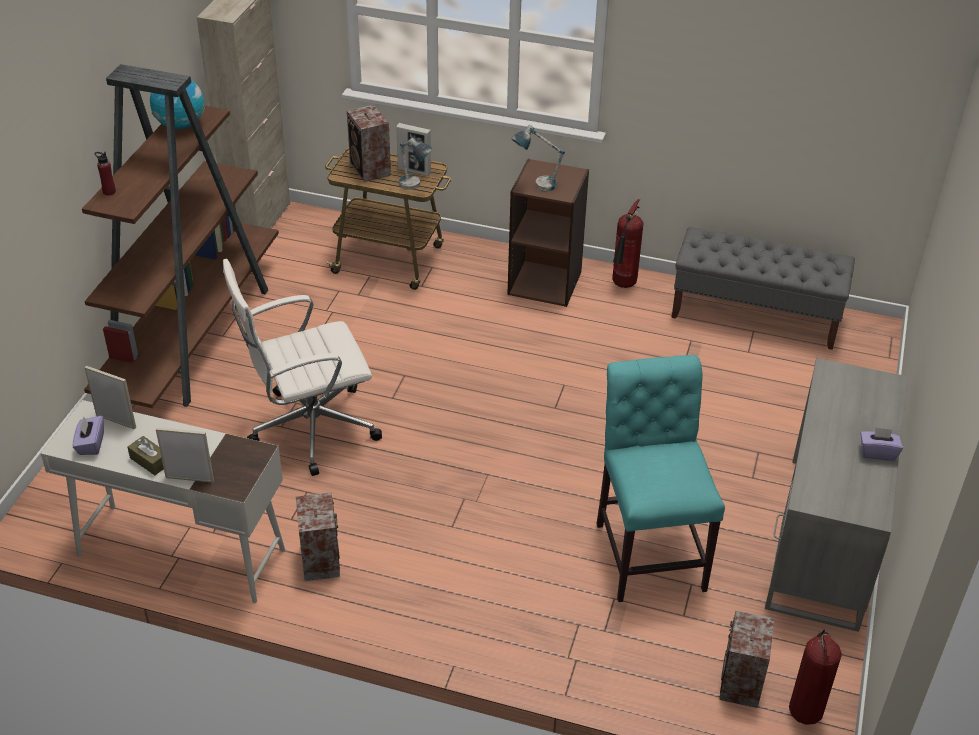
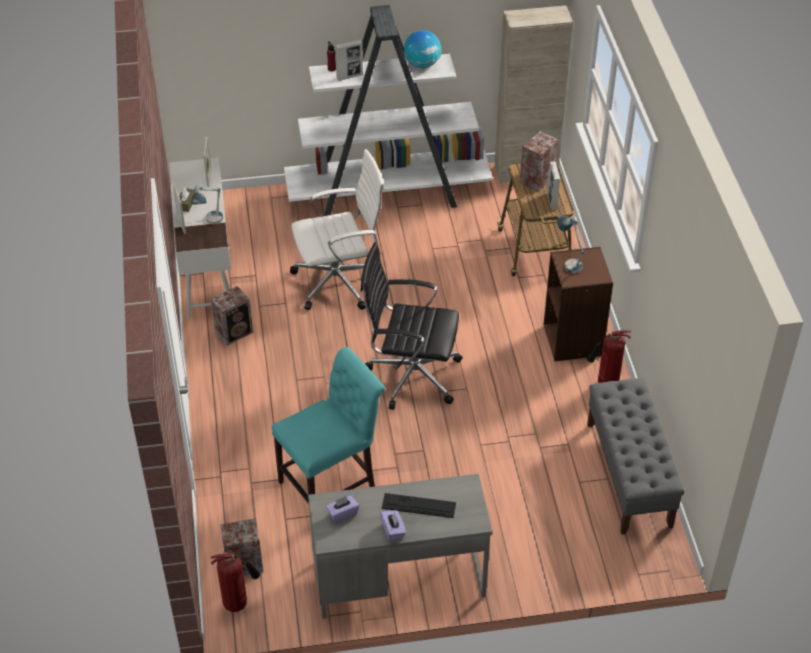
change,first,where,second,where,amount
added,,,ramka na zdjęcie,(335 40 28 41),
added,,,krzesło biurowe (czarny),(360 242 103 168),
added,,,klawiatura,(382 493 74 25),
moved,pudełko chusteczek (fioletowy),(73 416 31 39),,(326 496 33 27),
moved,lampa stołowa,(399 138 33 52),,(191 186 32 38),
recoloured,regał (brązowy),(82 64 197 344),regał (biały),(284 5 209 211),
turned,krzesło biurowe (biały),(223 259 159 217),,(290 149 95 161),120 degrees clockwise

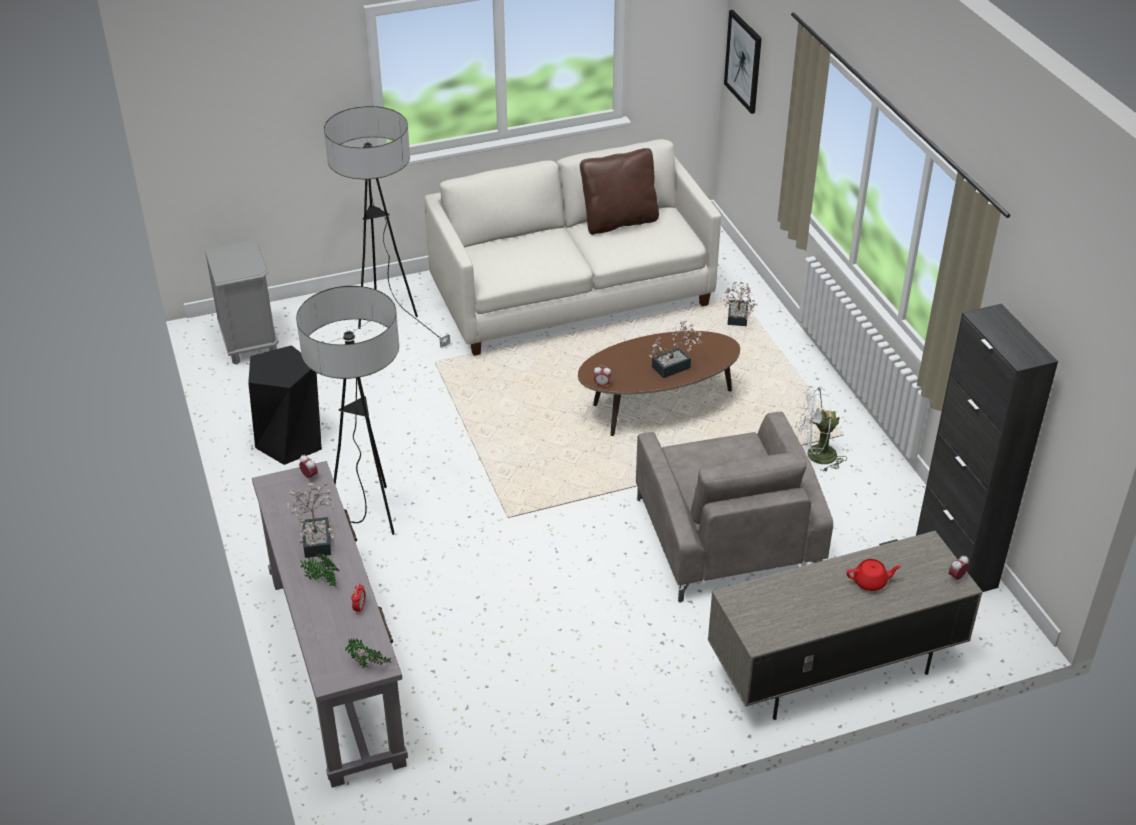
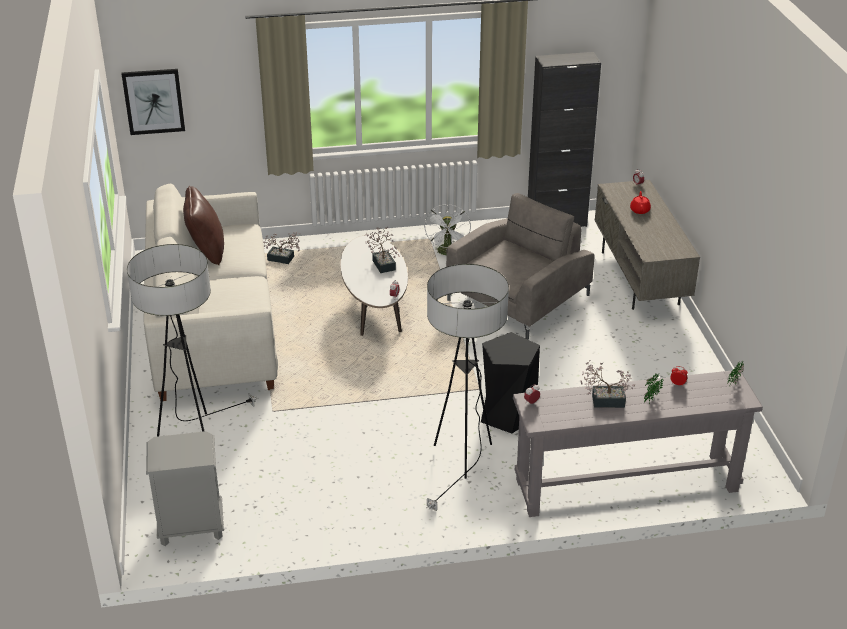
change,first,where,second,where,amount
moved,stołek (czarny),(248 345 74 120),,(481 332 59 102),
recoloured,ława (brązowy),(578 331 162 105),ława (biały),(340 235 68 101),
turned,fotel (szary),(636 412 197 191),,(446 193 149 147),45 degrees counterclockwise

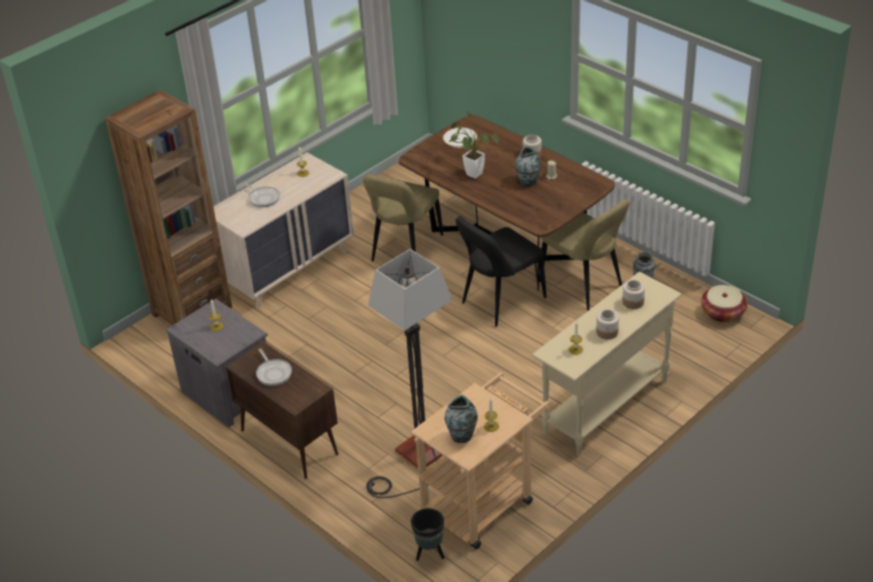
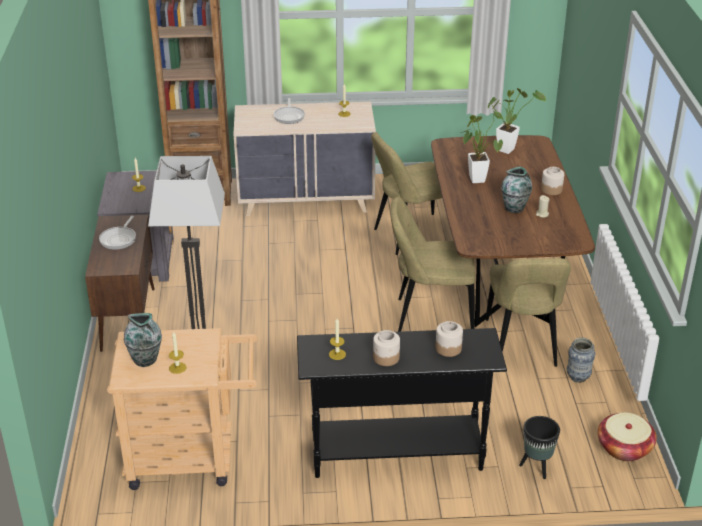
change,first,where,second,where,amount
moved,donica (czarny),(411 508 33 53),,(519 416 41 63),
replaced,talerz (biały),(442 127 36 21),roślina doniczkowa,(488 88 58 66),
recoloured,krzesło (czarny),(455 216 91 111),krzesło (beżowy),(391 197 84 135),
recoloured,stolik konsolowy (beżowy),(532 272 150 184),stolik konsolowy (czarny),(297 328 210 150),

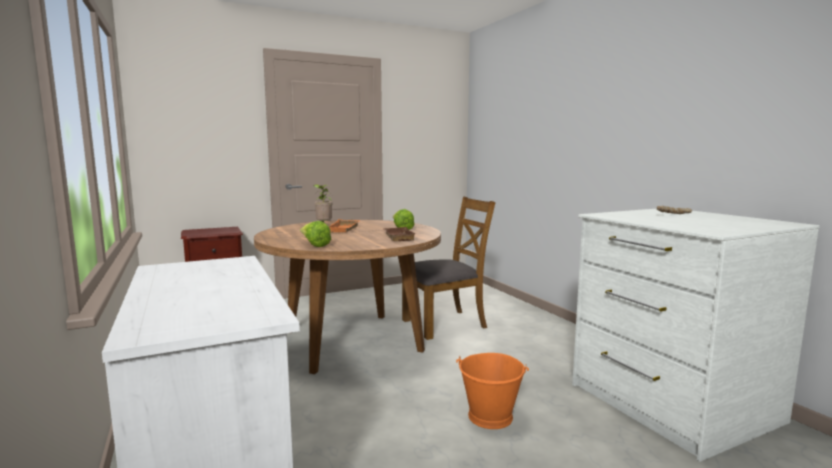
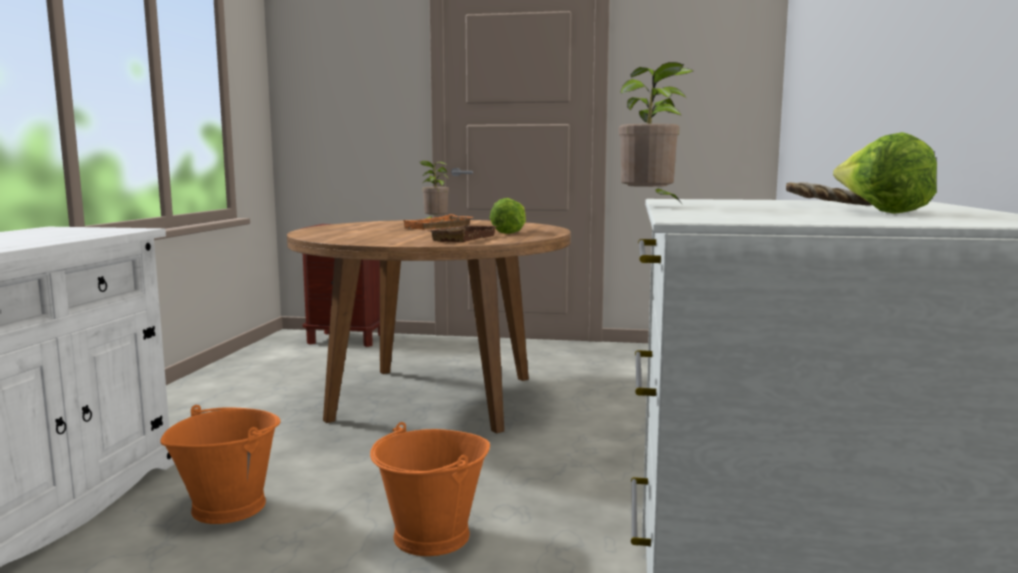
change,first,where,second,where,amount
removed,krzesło (brązowy),(402 196 94 144),,,
added,,,wiadro (pomarańczowy),(160 405 120 119),
added,,,roślina doniczkowa,(619 62 74 139),
moved,sałata,(300 221 31 26),,(833 132 104 82),

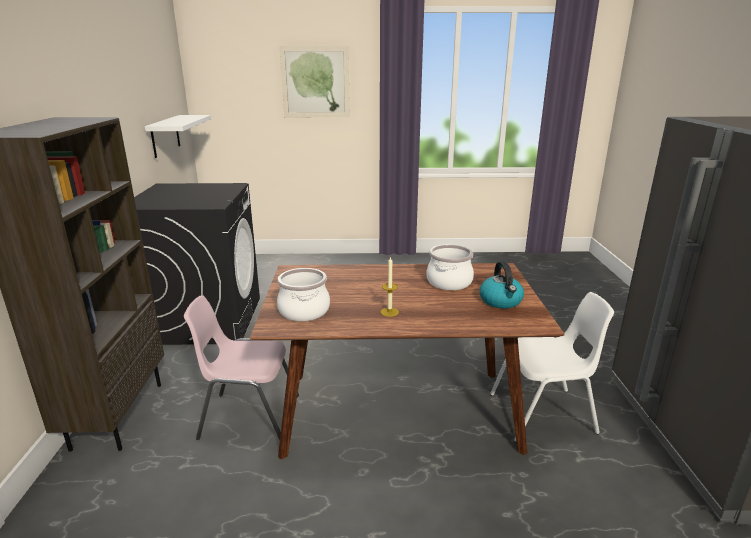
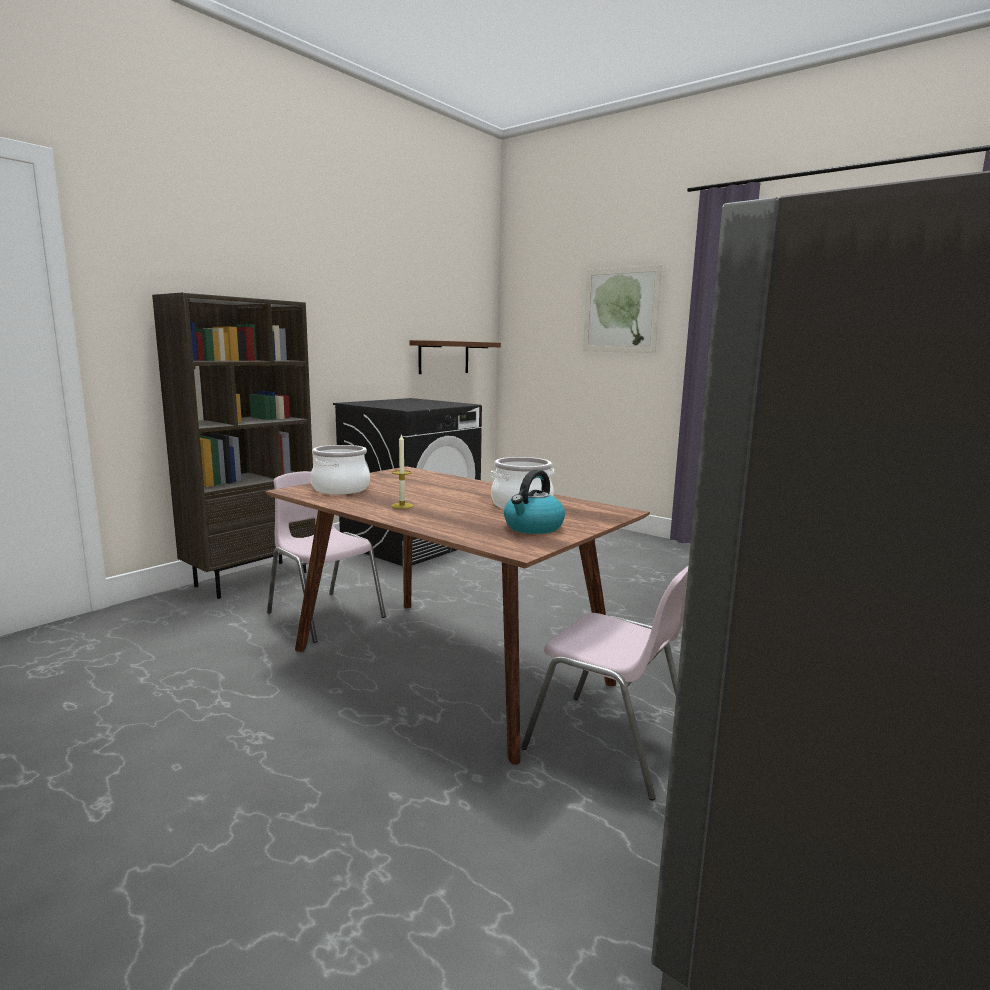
change,first,where,second,where,amount
recoloured,półka (biały),(145 115 66 43),półka (brązowy),(410 340 91 34),
recoloured,krzesło (biały),(490 292 124 151),krzesło (różowy),(521 565 168 235),

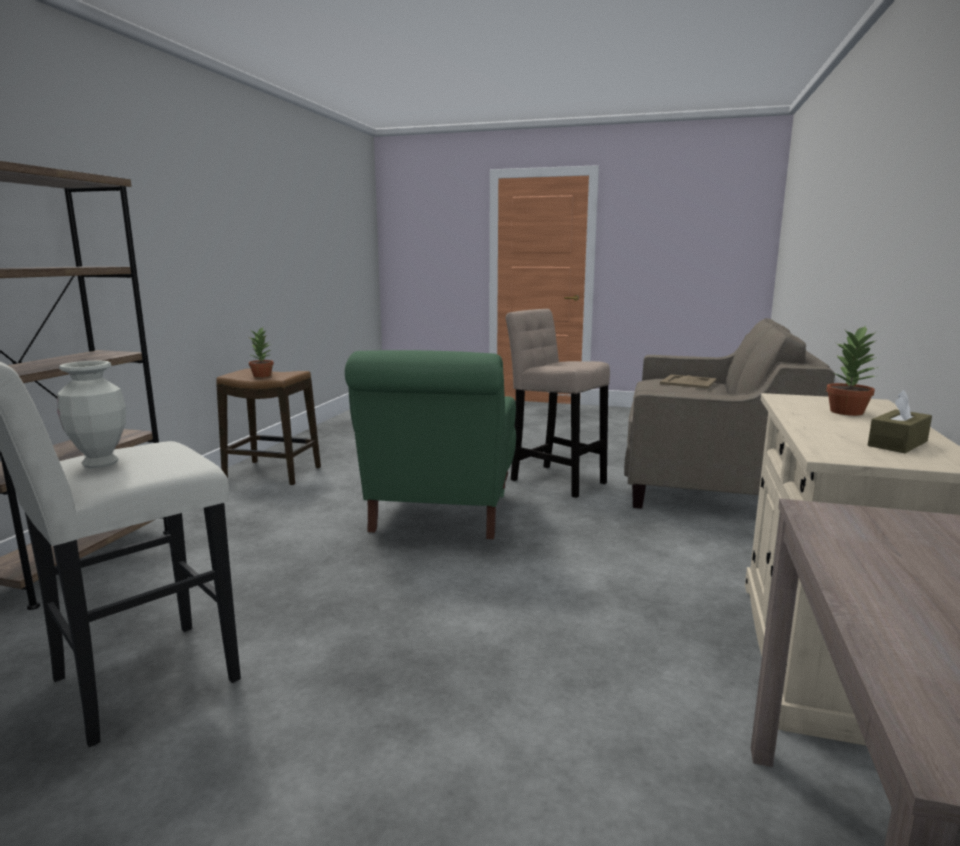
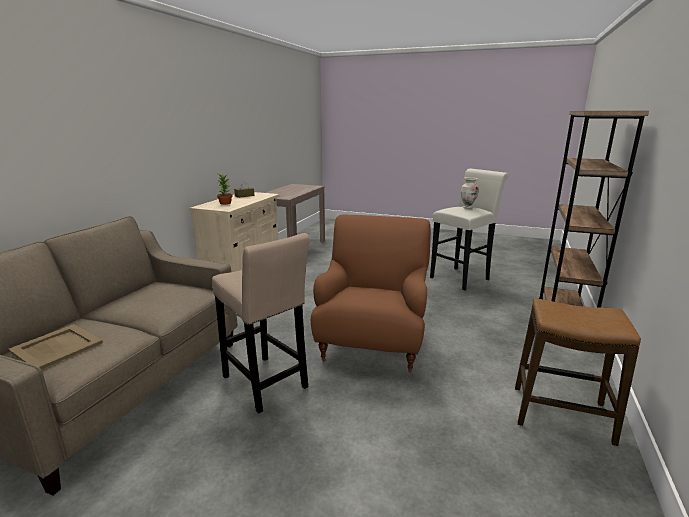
change,first,where,second,where,amount
removed,roślina doniczkowa,(249 327 25 51),,,
recoloured,fotel (zielony),(345 350 171 189),fotel (brązowy),(311 215 120 158),

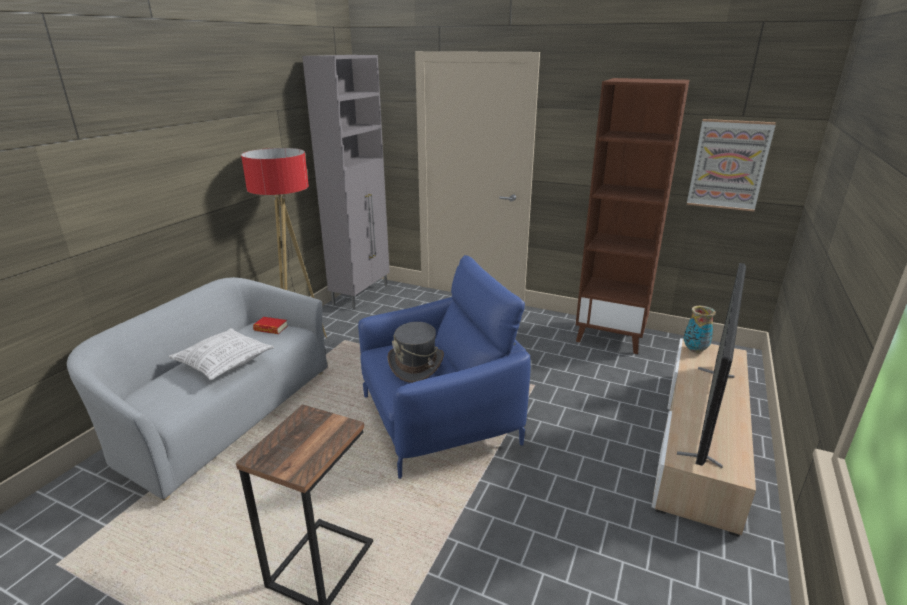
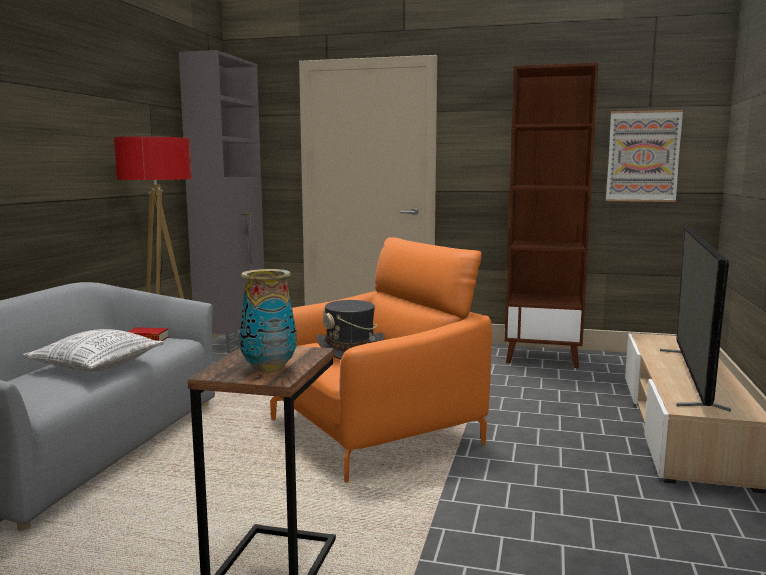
change,first,where,second,where,amount
moved,wazon,(684 306 32 47),,(239 269 57 104),
recoloured,fotel (niebieski),(358 255 173 224),fotel (pomarańczowy),(270 237 222 246),

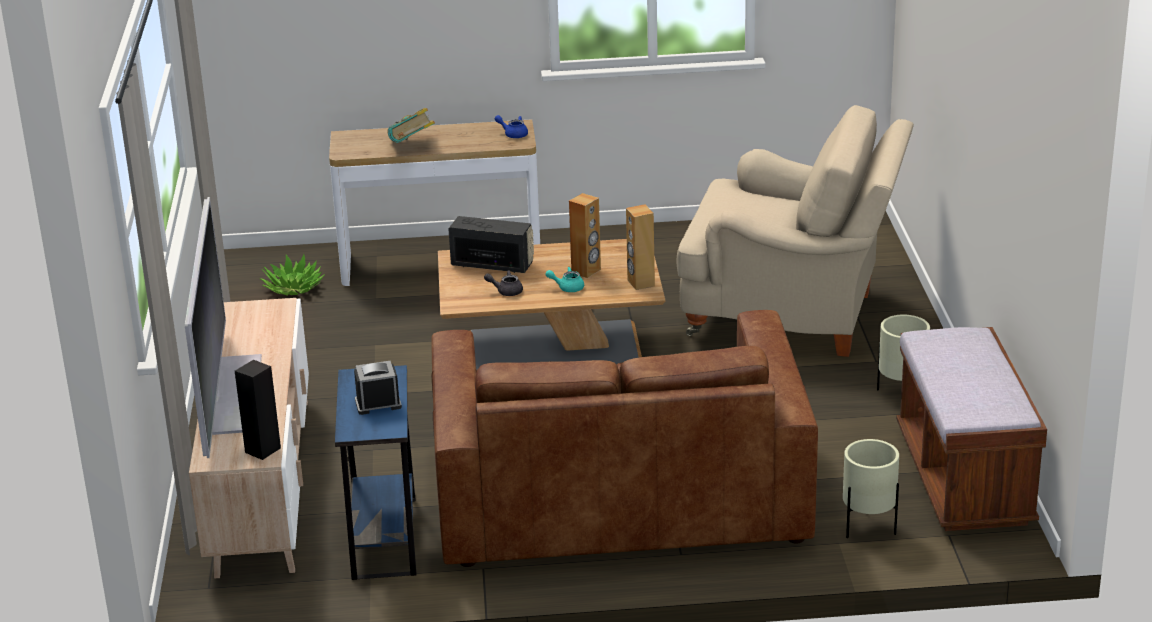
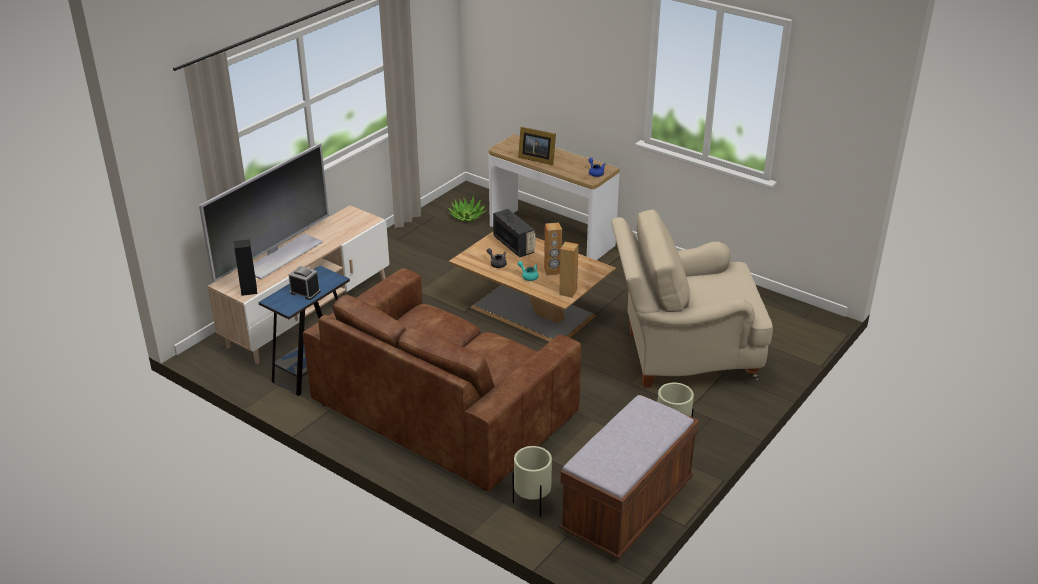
change,first,where,second,where,amount
replaced,książka,(388 108 47 35),ramka na zdjęcie,(518 127 38 38),
turned,fotel (beżowy),(676 105 238 252),,(611 209 162 179),120 degrees clockwise

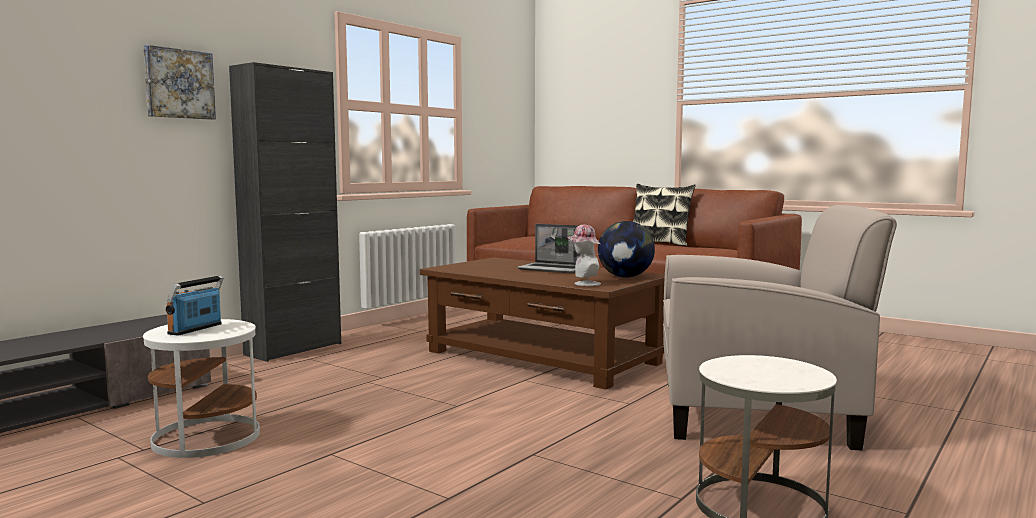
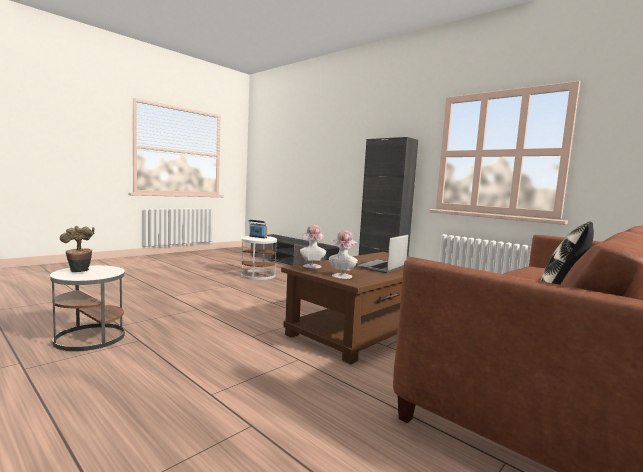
change,first,where,second,where,amount
removed,obraz,(143 45 73 75),,,
removed,fotel (beżowy),(663 205 234 246),,,
added,,,roślina doniczkowa,(60 226 35 46),
replaced,globus,(598 221 57 57),kapelusz,(329 230 29 49),

